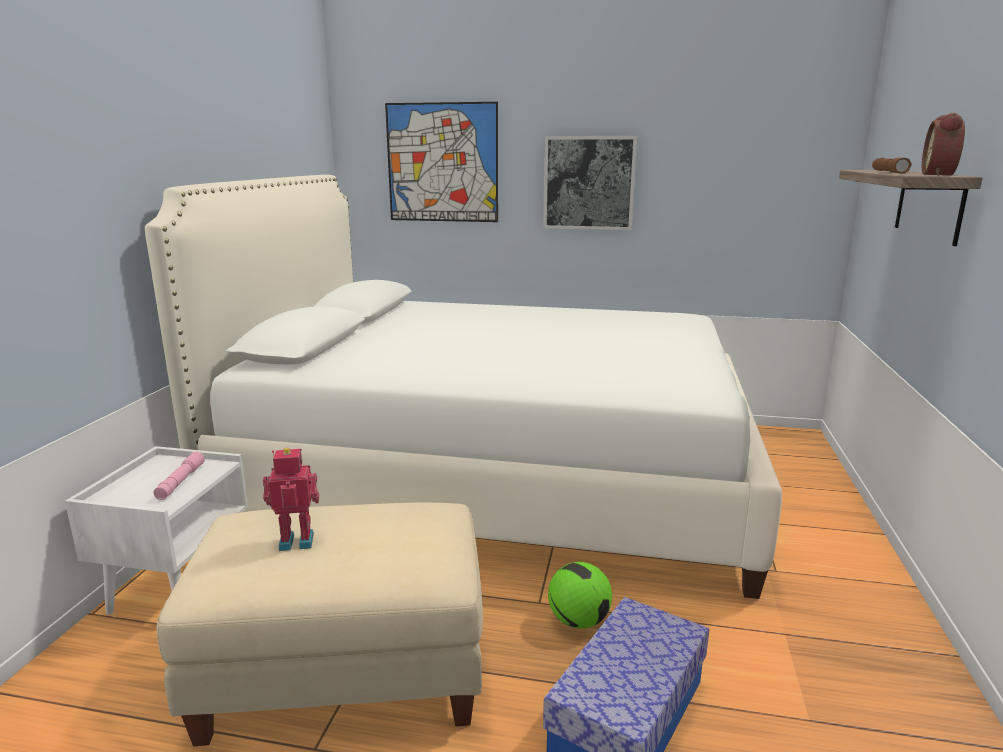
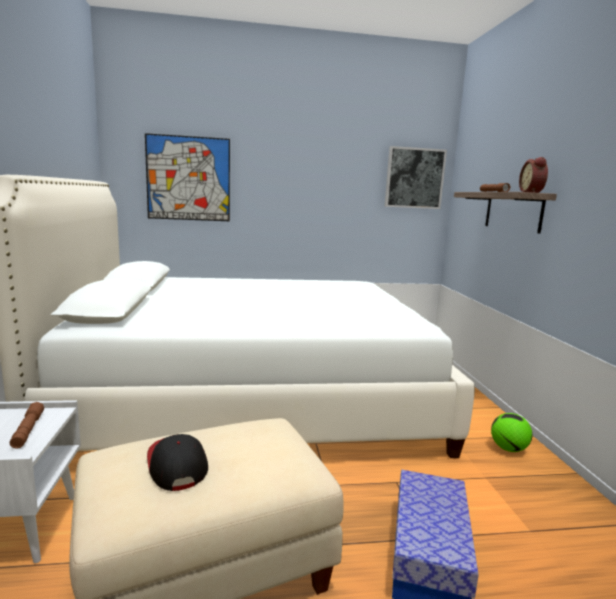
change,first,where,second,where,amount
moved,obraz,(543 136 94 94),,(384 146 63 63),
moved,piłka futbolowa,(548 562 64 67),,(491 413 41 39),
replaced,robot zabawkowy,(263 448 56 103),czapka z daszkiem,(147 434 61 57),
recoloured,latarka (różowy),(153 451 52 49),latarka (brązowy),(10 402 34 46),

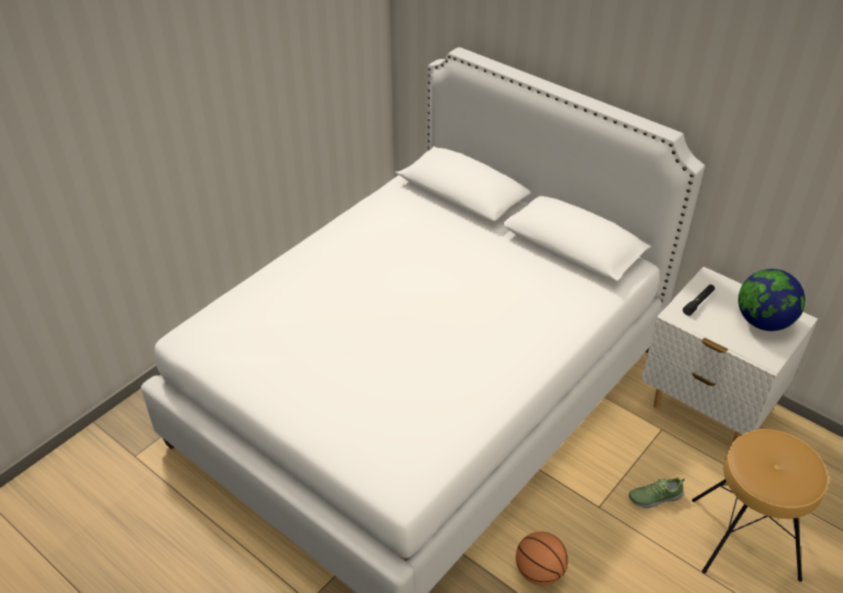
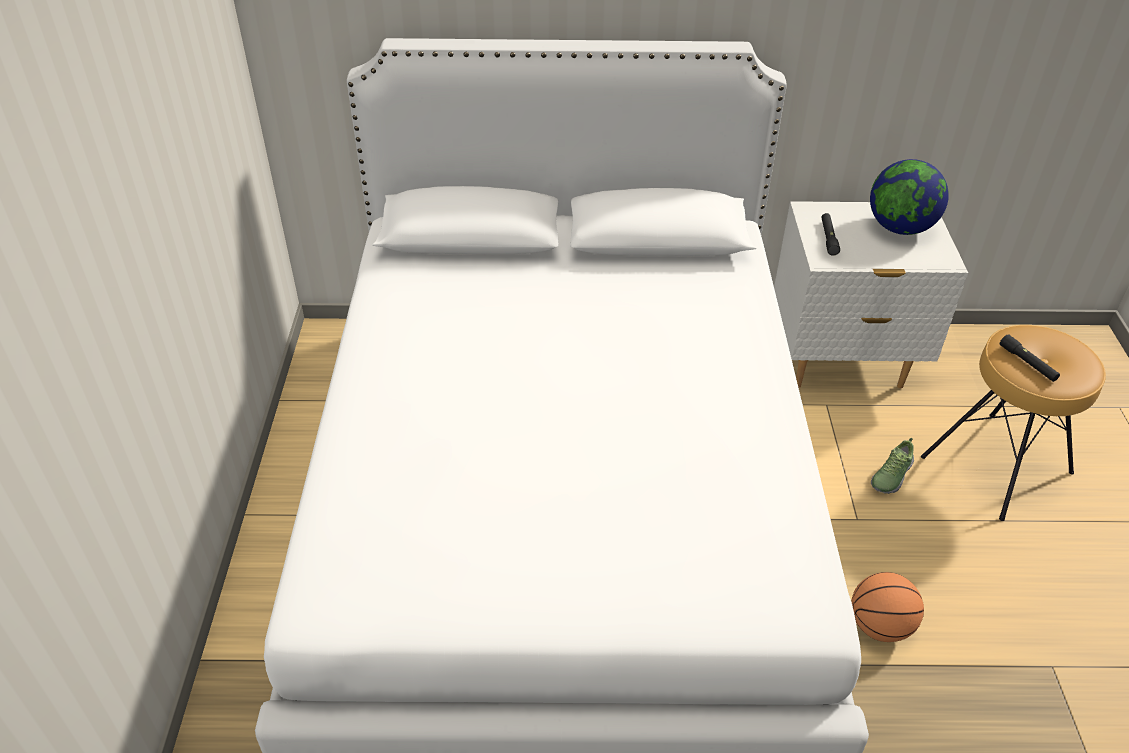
change,first,where,second,where,amount
added,,,latarka (czarny),(1000 334 60 48),

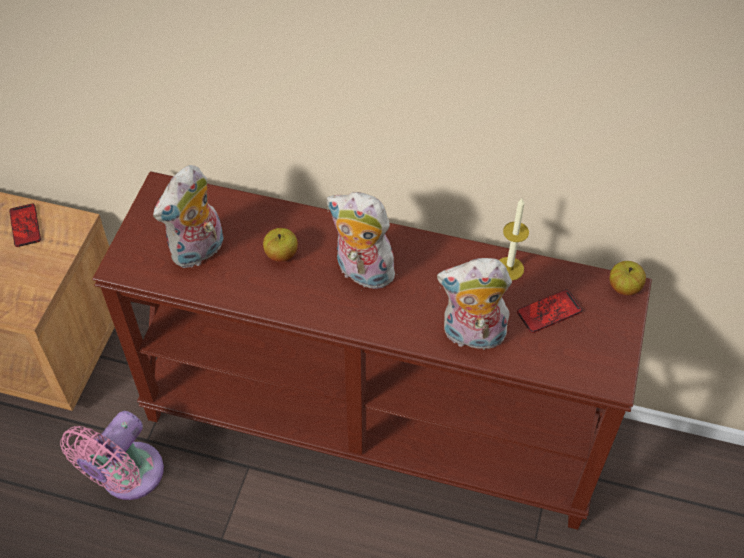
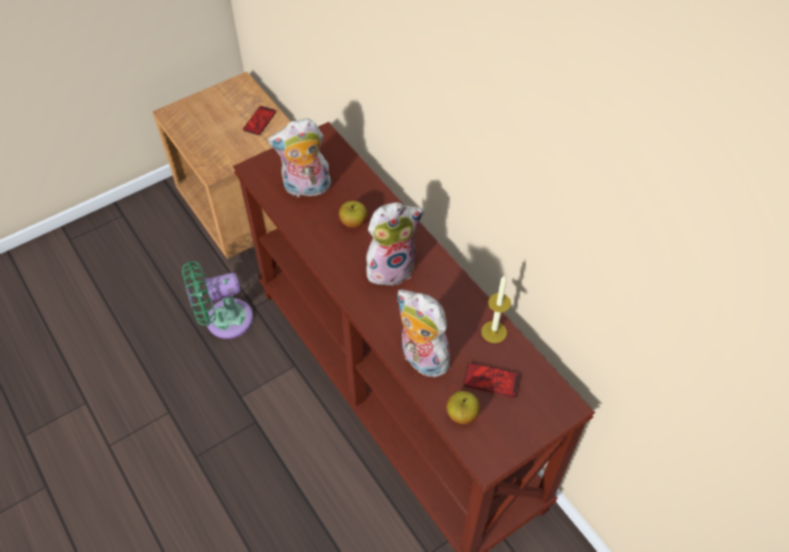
change,first,where,second,where,amount
moved,jabłko,(609 261 37 35),,(447 391 33 33),
recoloured,wentylator (różowy),(60 411 104 89),wentylator (zielony),(182 261 71 78),
turned,pluszak,(327 192 68 99),,(366 202 58 84),90 degrees clockwise

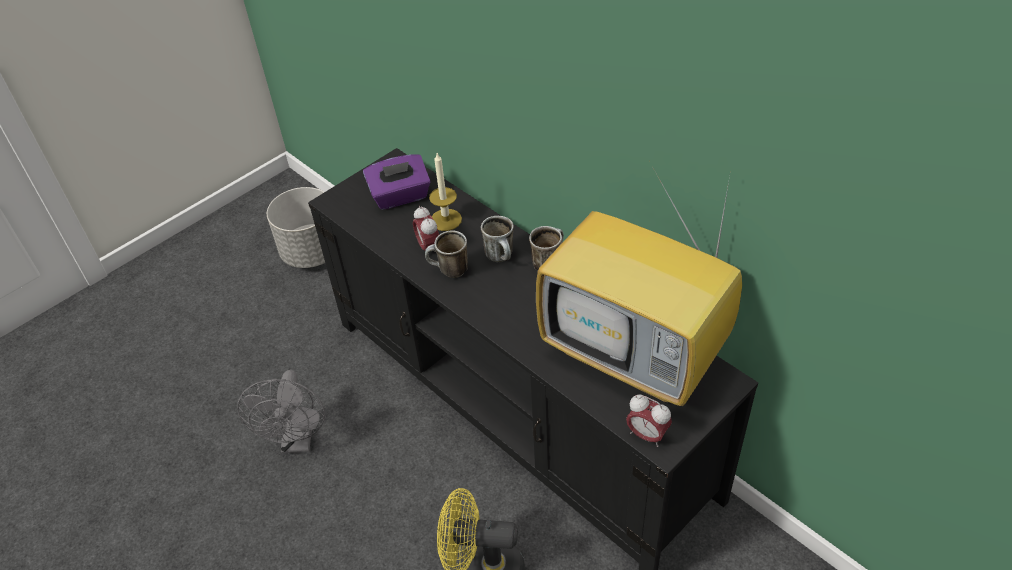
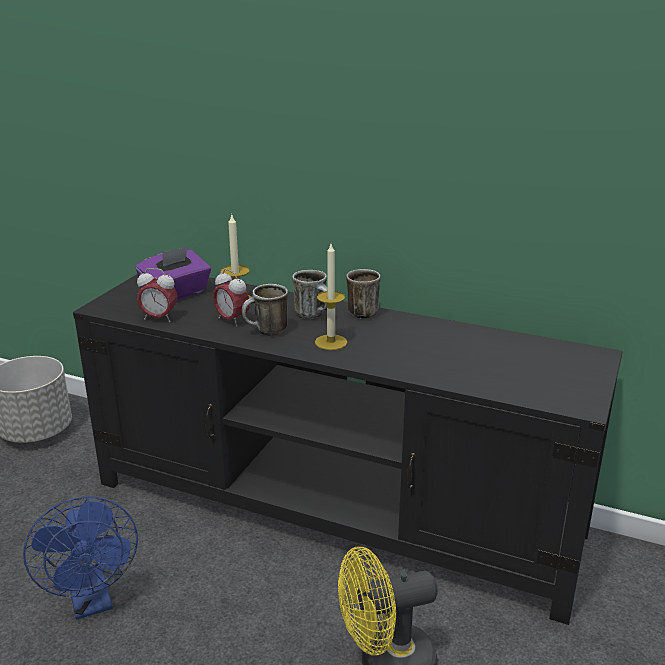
change,first,where,second,where,amount
removed,telewizor,(536 168 206 238),,,
added,,,świeca,(315 244 32 106),
moved,budzik,(626 395 46 52),,(137 268 41 54),
recoloured,wentylator (szary),(237 370 88 83),wentylator (niebieski),(23 497 115 123),

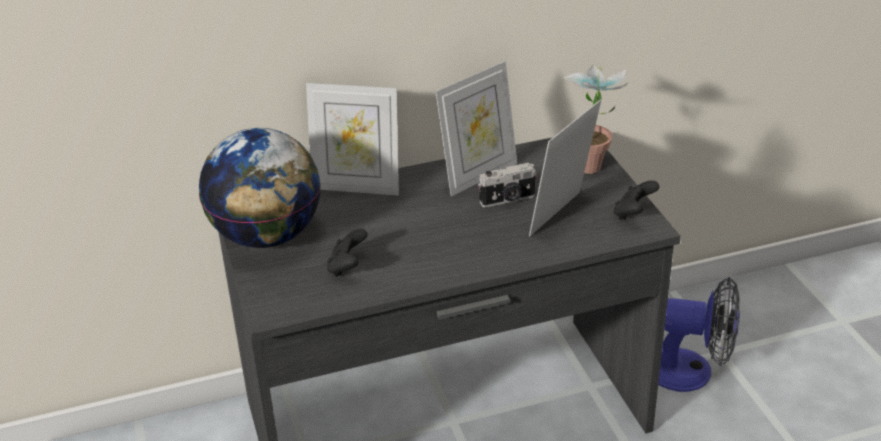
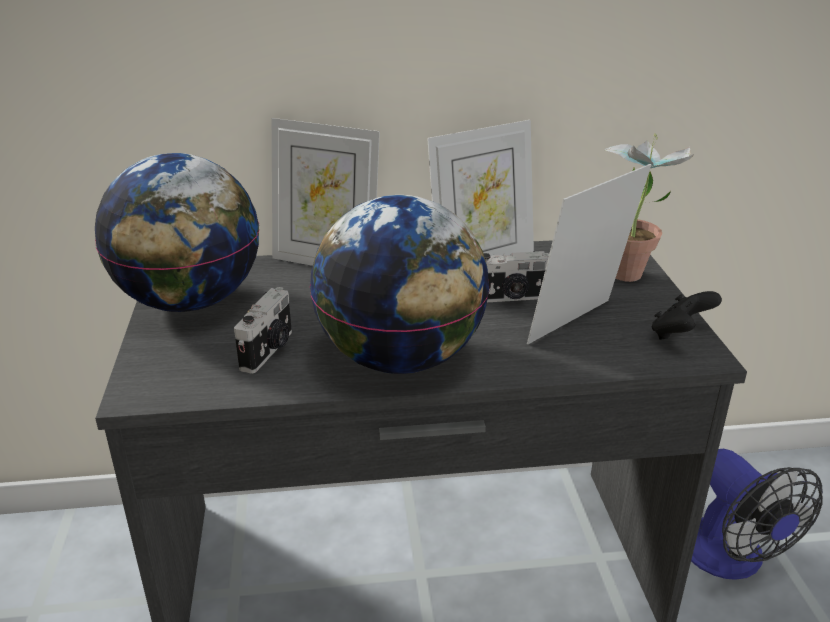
change,first,where,second,where,amount
added,,,globus,(310 195 180 179),
replaced,pad do gier (czarny),(327 229 40 48),aparat fotograficzny,(234 287 58 86),
turned,wentylator,(658 277 82 115),,(691 448 132 132),45 degrees clockwise

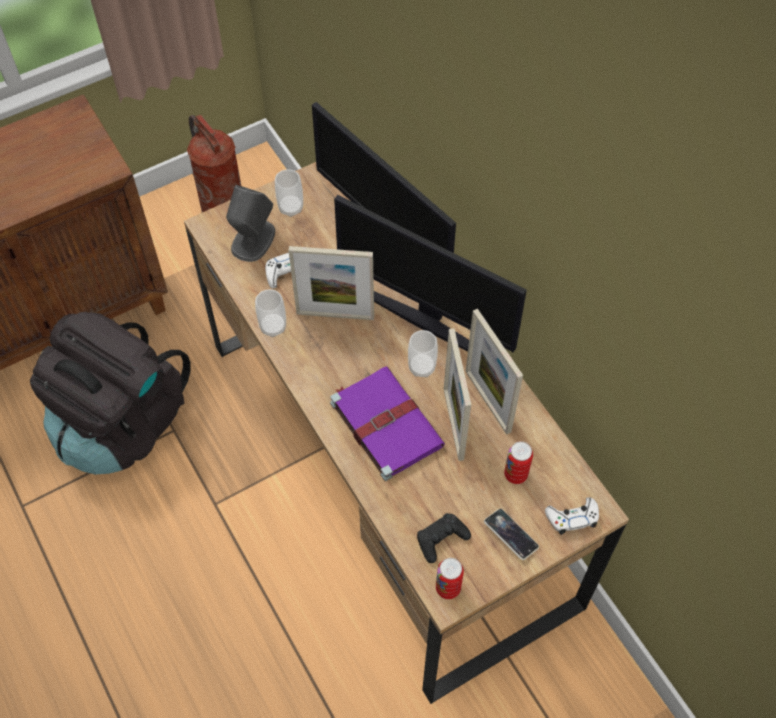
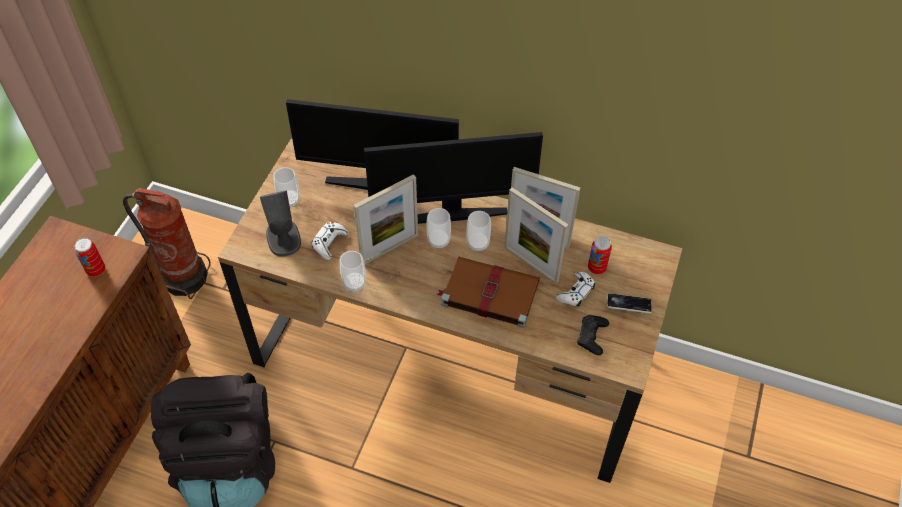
change,first,where,second,where,amount
added,,,filiżanka,(426 208 25 41),
moved,puszka,(436 558 28 41),,(74 238 31 39),
moved,pad do gier (biały),(545 497 54 38),,(556 272 39 35),
recoloured,książka (fioletowy),(330 366 115 115),książka (brązowy),(436 256 104 72),

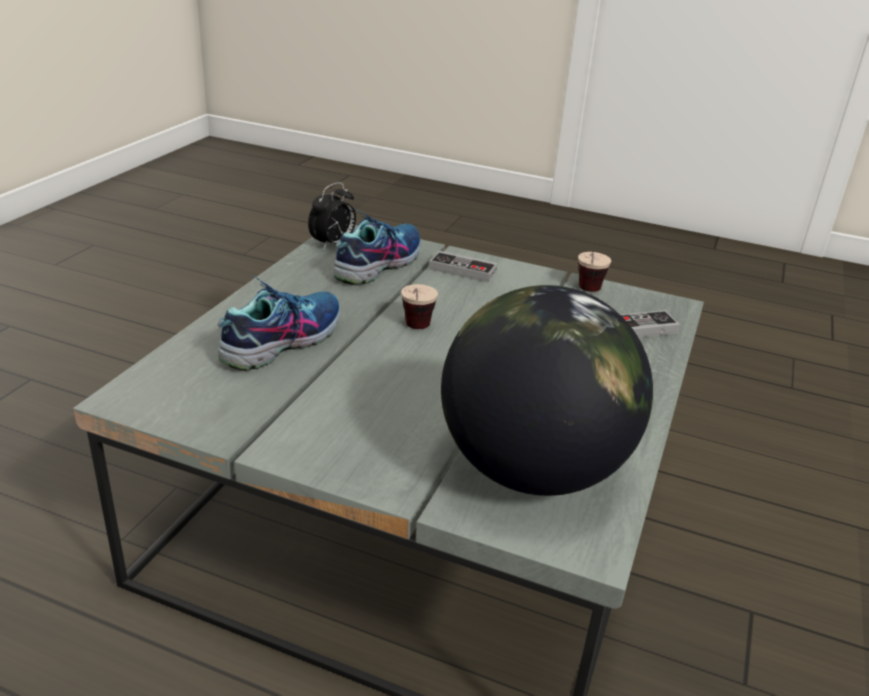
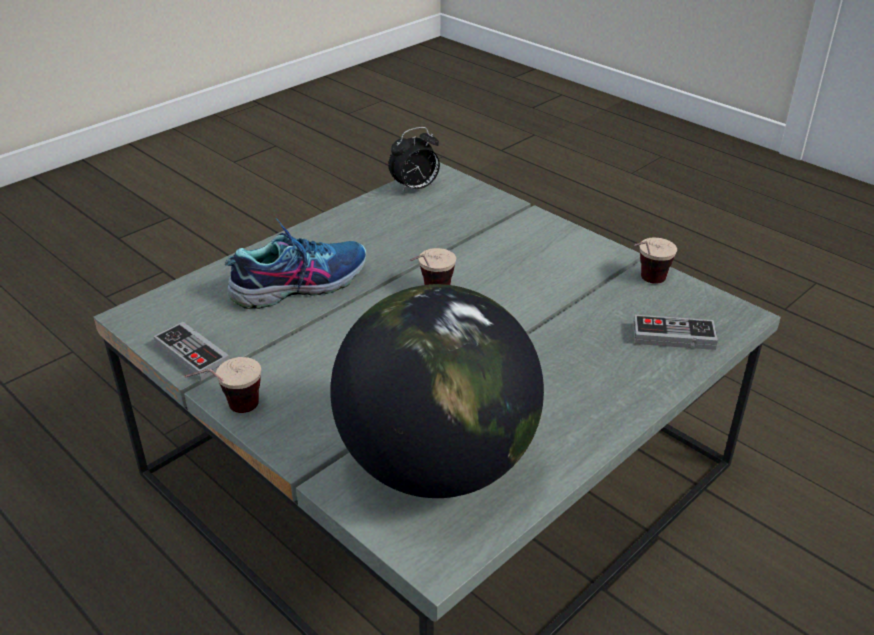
change,first,where,second,where,amount
removed,but,(333 208 88 77),,,
added,,,filiżanka,(184 357 77 56),
moved,pad do gier,(429 251 69 31),,(153 322 76 59),

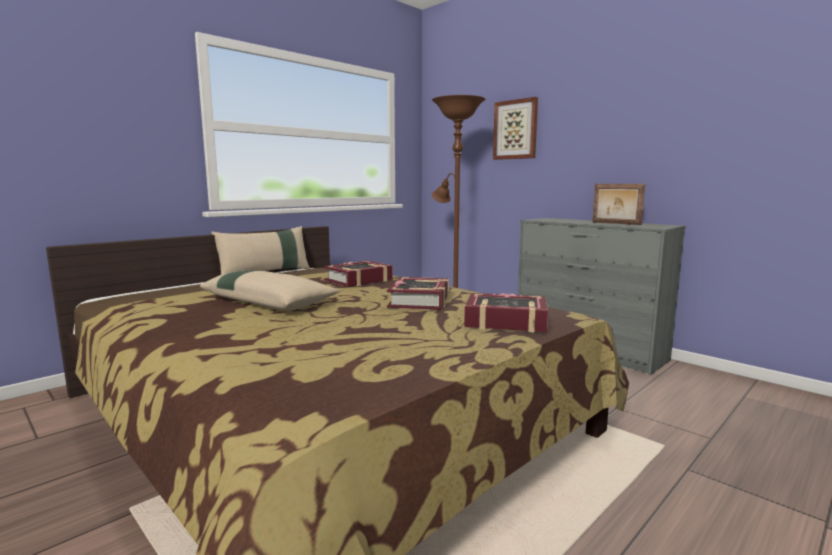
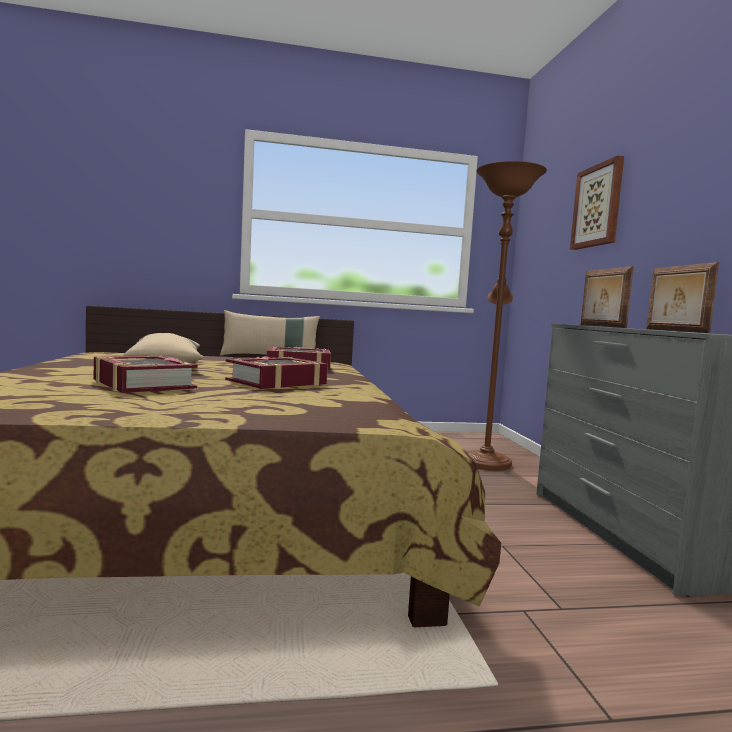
change,first,where,second,where,amount
added,,,ramka na zdjęcie,(581 266 53 62),
moved,książka,(464 293 84 40),,(94 355 104 38),

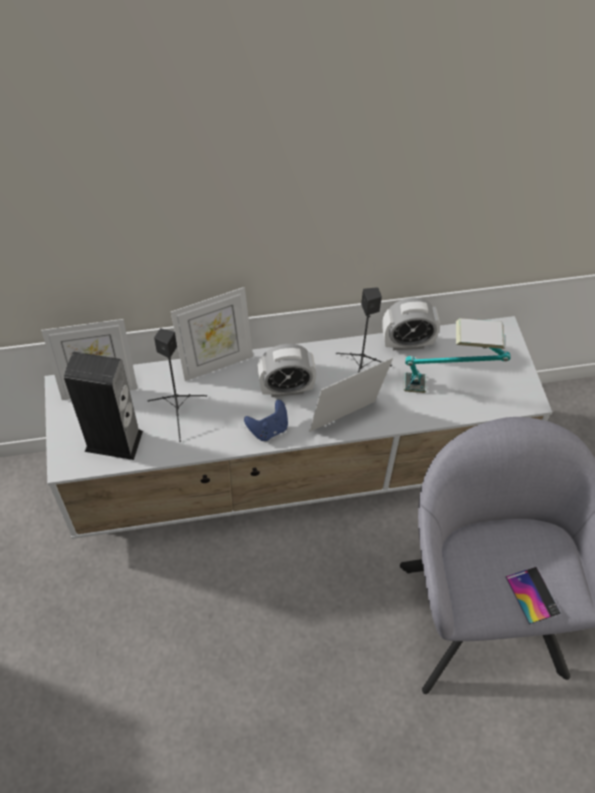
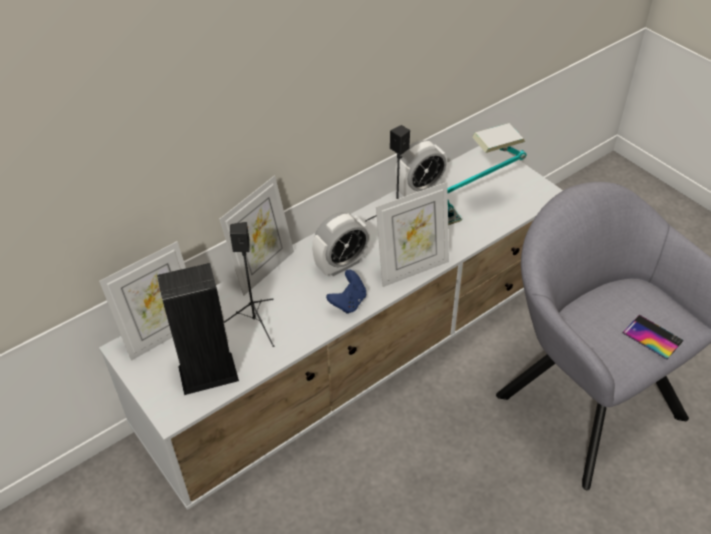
change,first,where,second,where,amount
turned,ramka na zdjęcie,(309 357 84 75),,(376 182 73 105),150 degrees counterclockwise

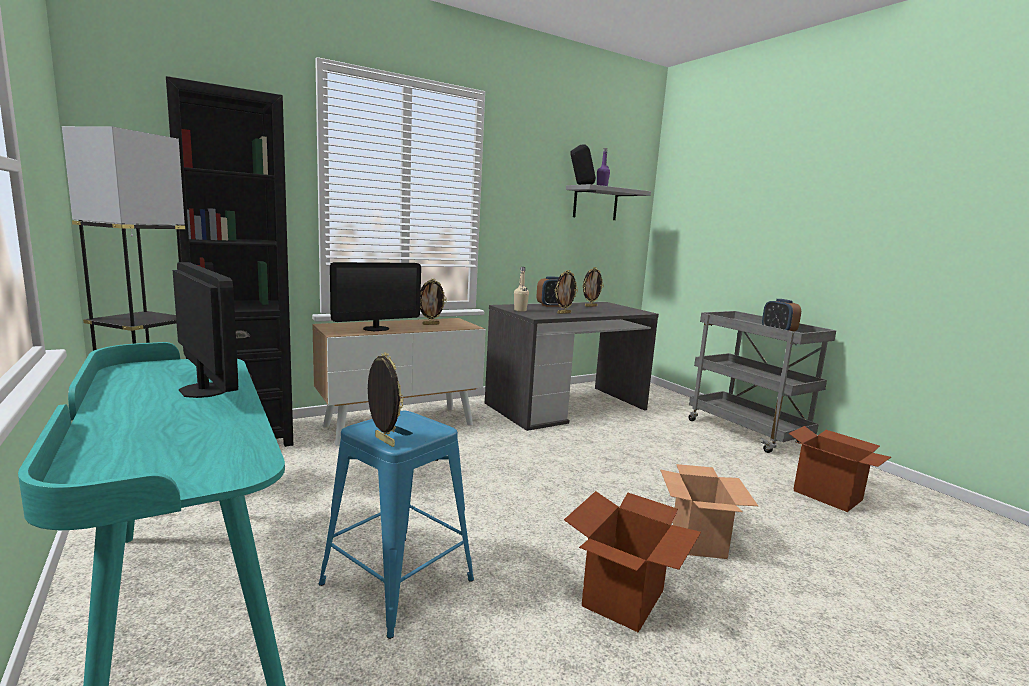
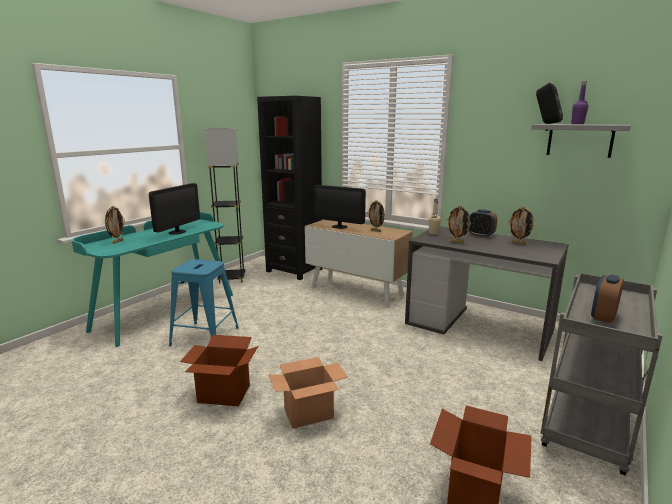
change,first,where,second,where,amount
moved,ramka na zdjęcie,(368 352 36 95),,(105 206 20 38),

